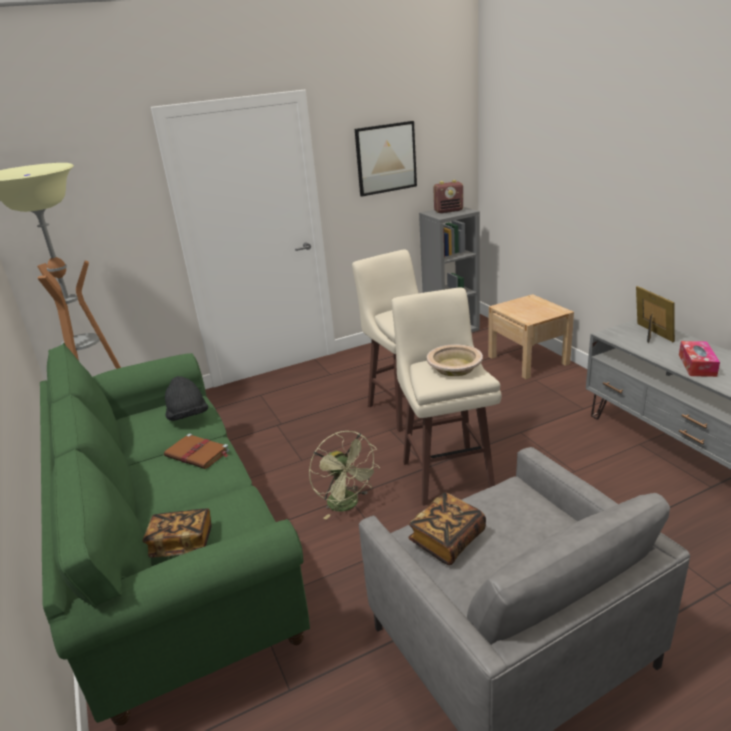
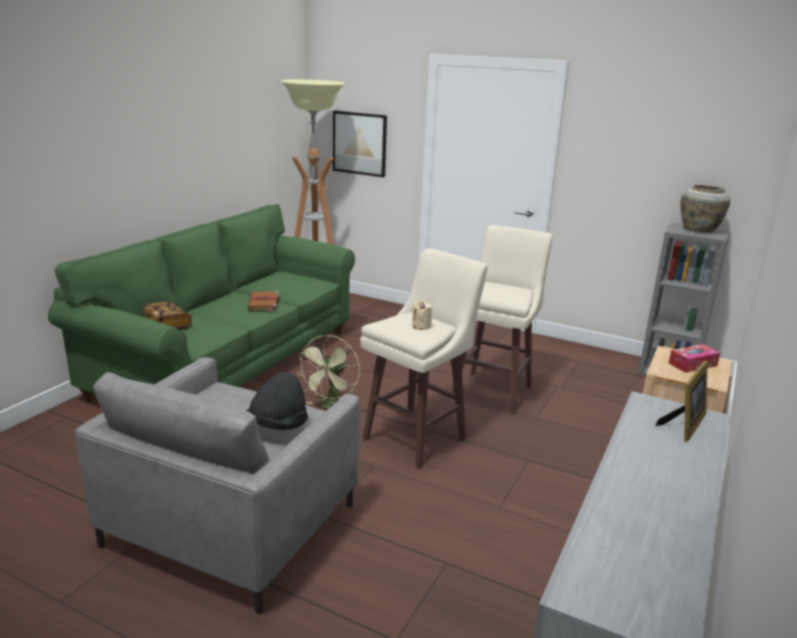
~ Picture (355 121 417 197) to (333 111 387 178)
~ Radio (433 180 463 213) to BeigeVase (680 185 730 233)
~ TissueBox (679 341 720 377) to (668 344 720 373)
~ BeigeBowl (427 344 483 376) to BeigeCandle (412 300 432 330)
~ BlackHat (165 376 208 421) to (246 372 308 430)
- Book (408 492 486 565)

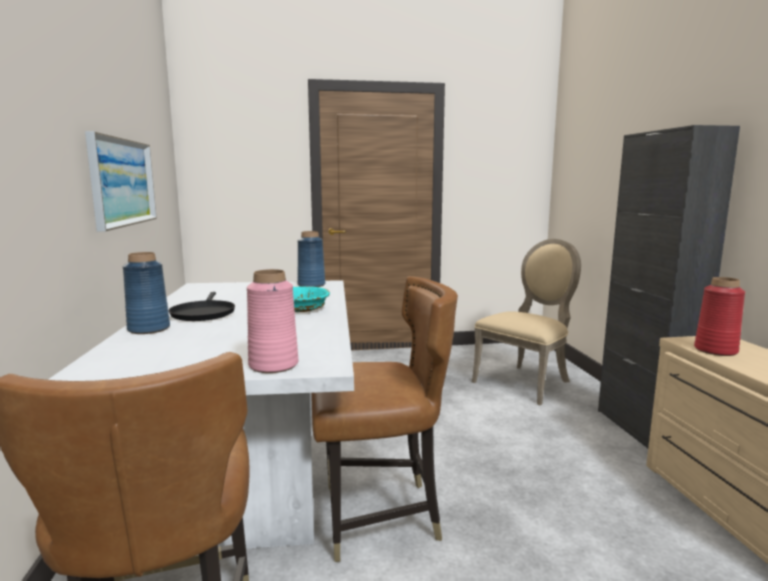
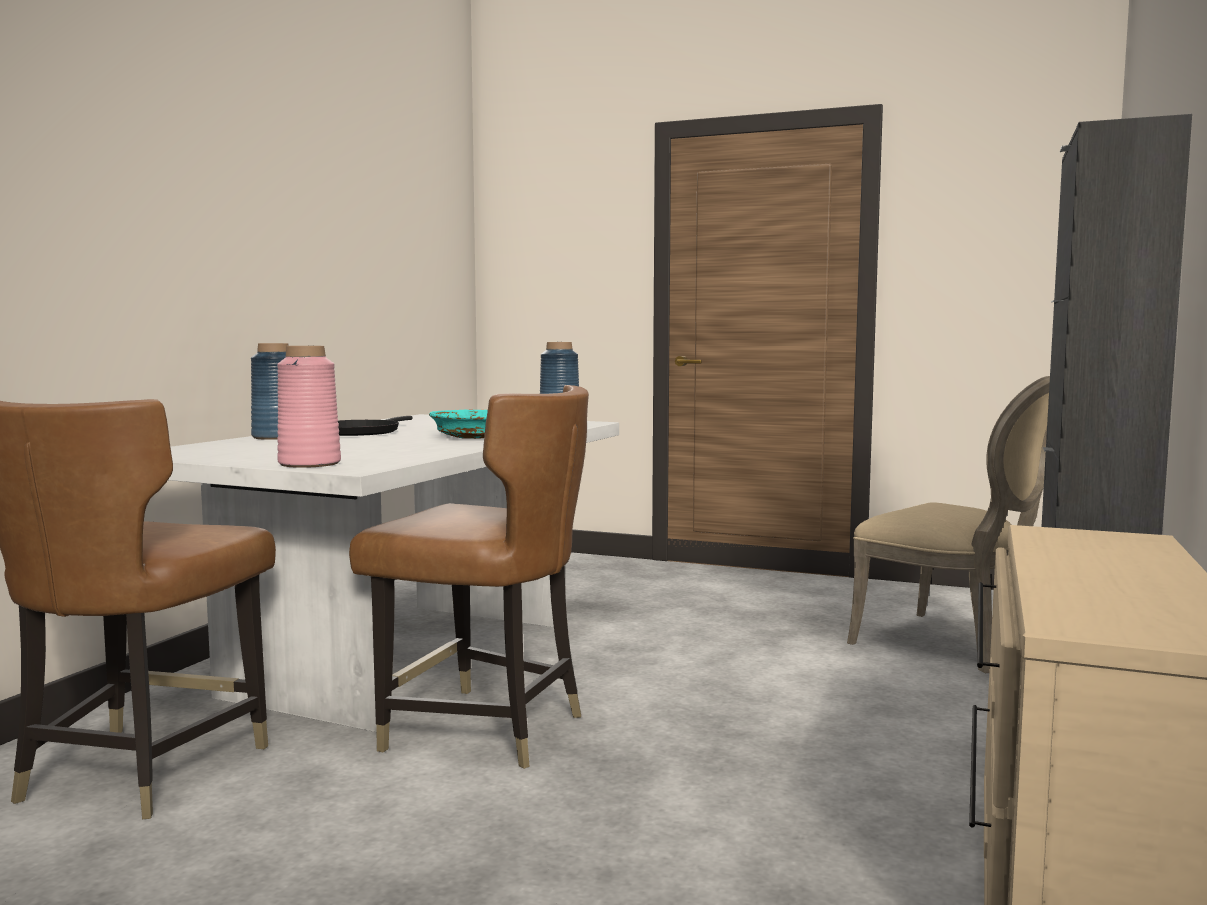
- Picture (85 131 157 232)
~ BeigeChair (472 239 581 406) = (847 376 1050 673) 60 degrees clockwise
- RedVase (694 277 745 356)

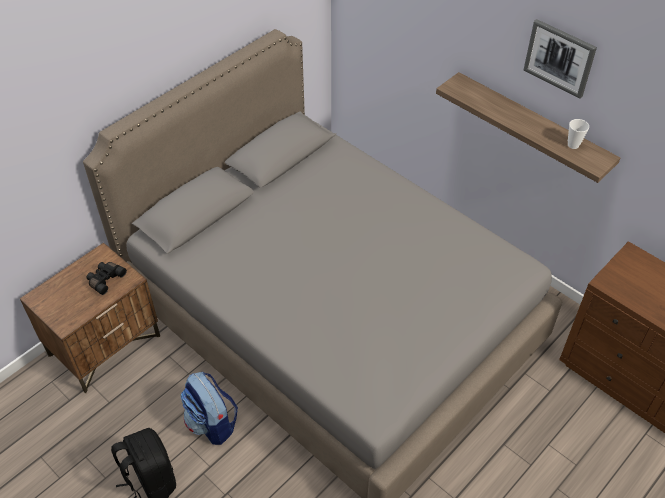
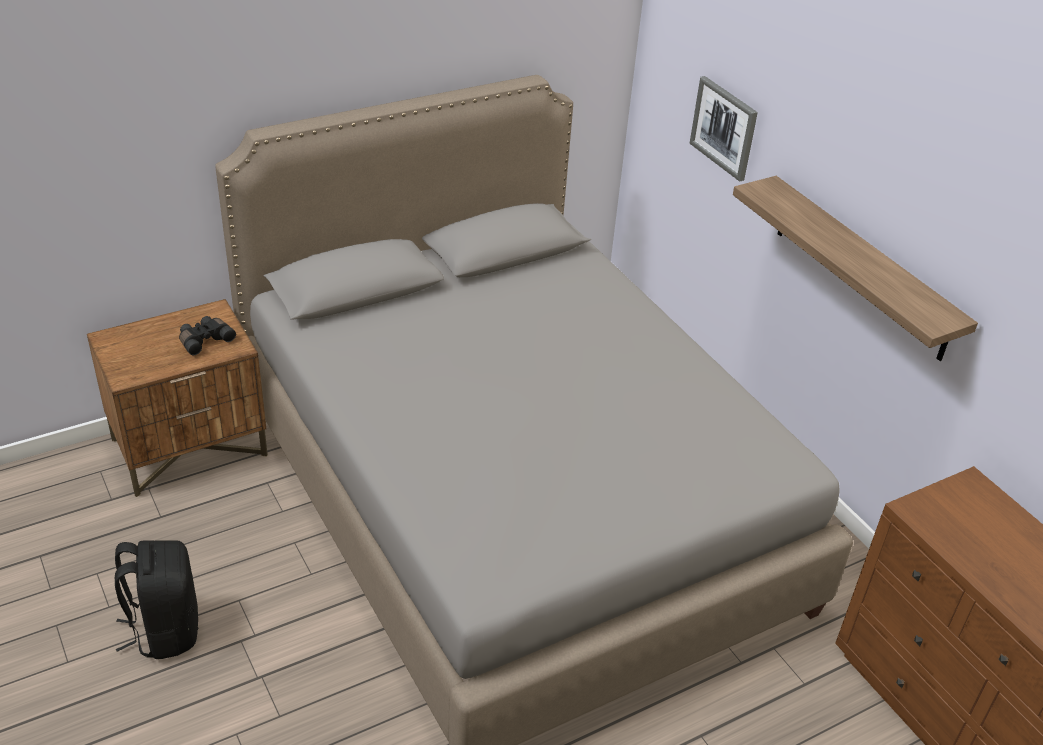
~ Picture (524 19 597 99) to (690 76 758 182)
- Cup (568 119 589 149)
- Backpack (180 372 238 445)

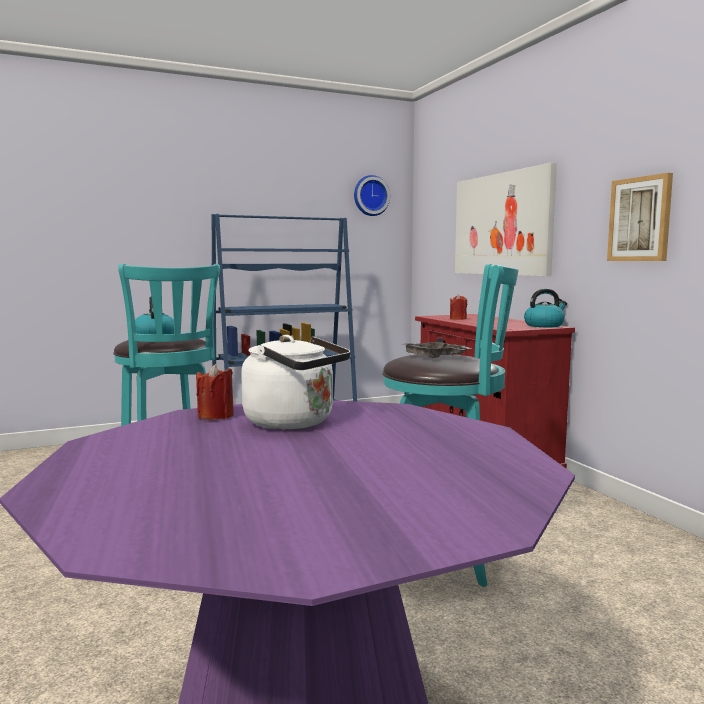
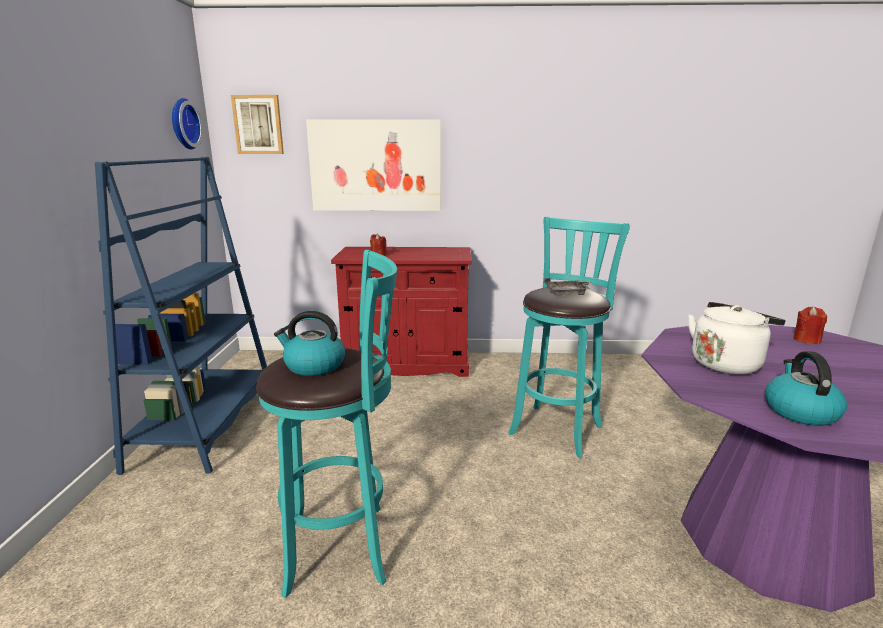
~ Picture (607 173 673 261) to (231 95 284 154)
~ Kettle (524 289 567 327) to (765 351 847 426)
~ RedCandle (196 364 234 420) to (793 307 827 344)

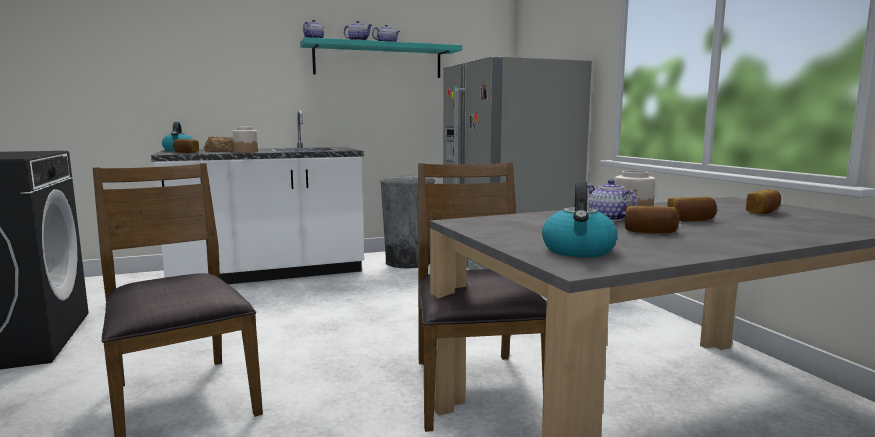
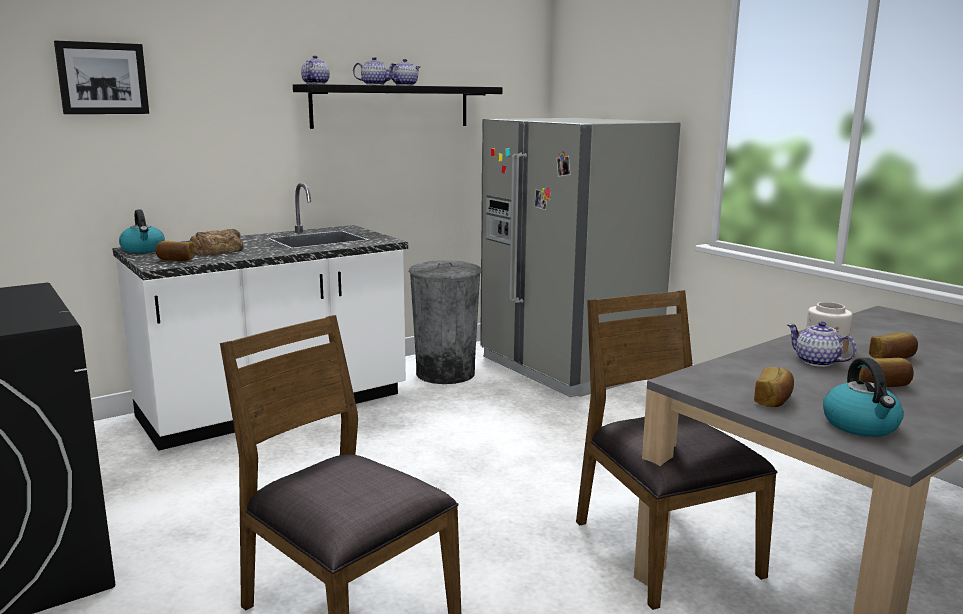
~ TurquoiseShelf (300 37 462 78) to BlackShelf (293 84 502 129)
- Jar (233 127 258 153)
~ Bread (746 190 781 214) to (754 367 794 407)
+ Picture (54 40 149 114)

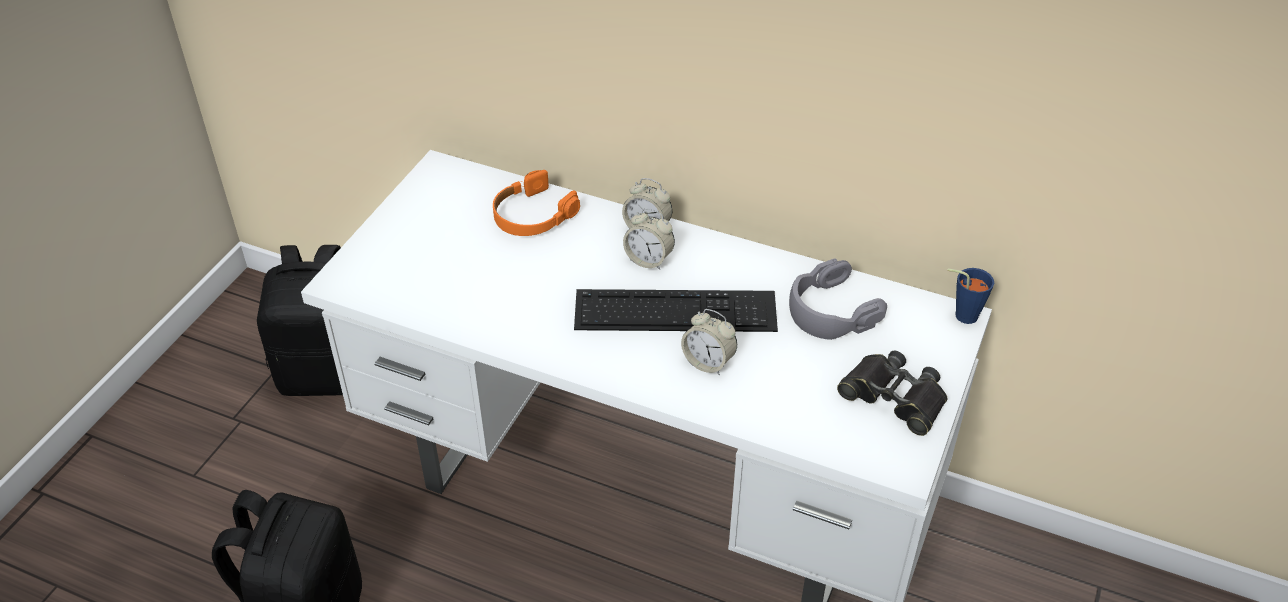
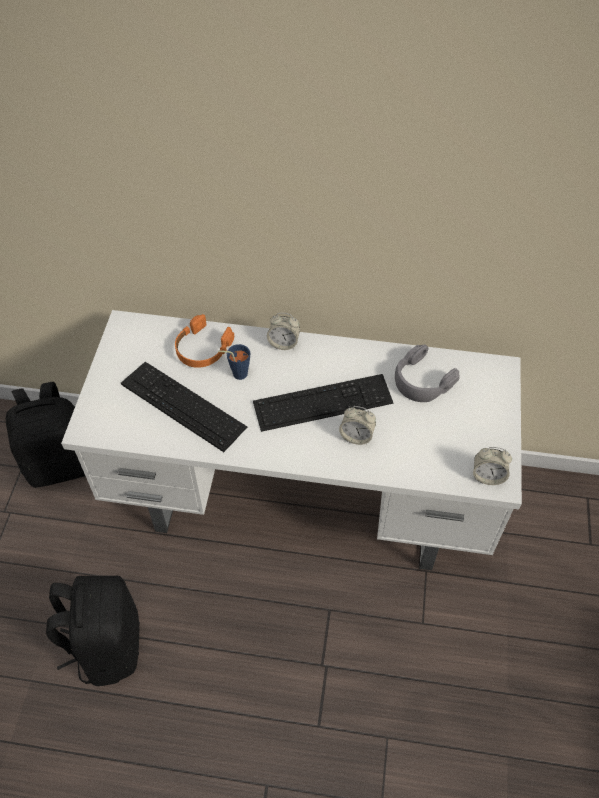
~ AlarmClock (623 208 675 270) to (473 447 512 485)
~ BlueCup (948 268 994 324) to (218 344 250 380)
- BlackBinoculars (837 351 948 436)
+ Keyboard (121 362 247 452)

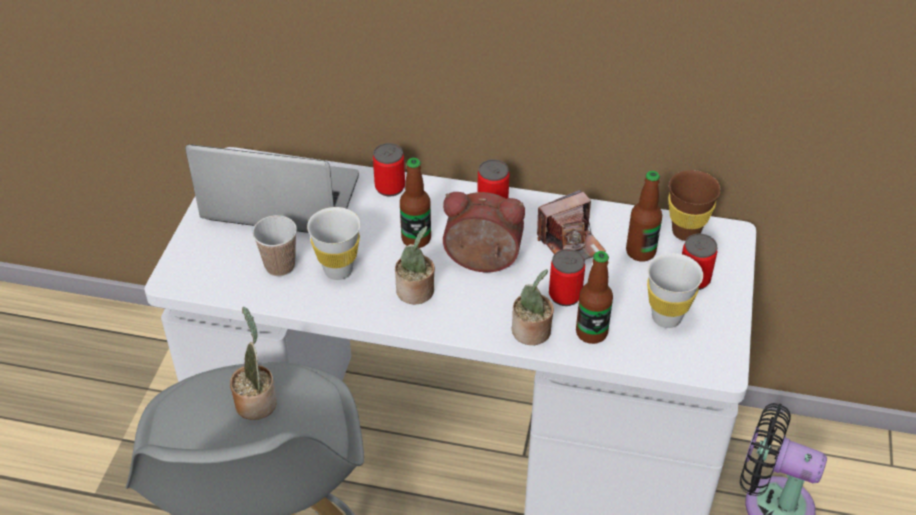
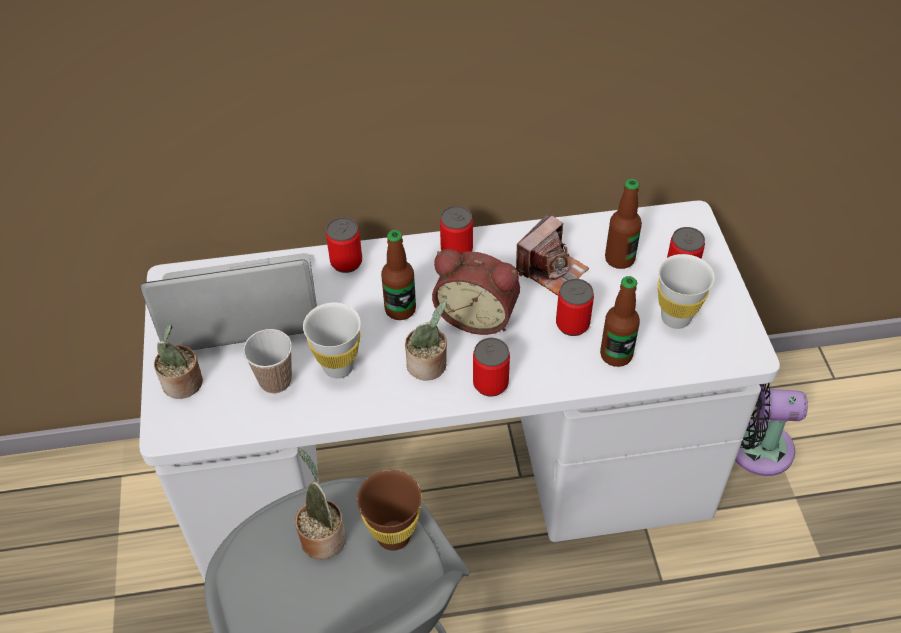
~ BrownCup (668 170 721 241) to (357 470 422 551)
~ AlarmClock (443 192 525 272) = (432 249 520 335) 150 degrees counterclockwise
~ PottedPlant (512 269 554 345) to (154 324 203 399)
+ Can (473 338 510 397)

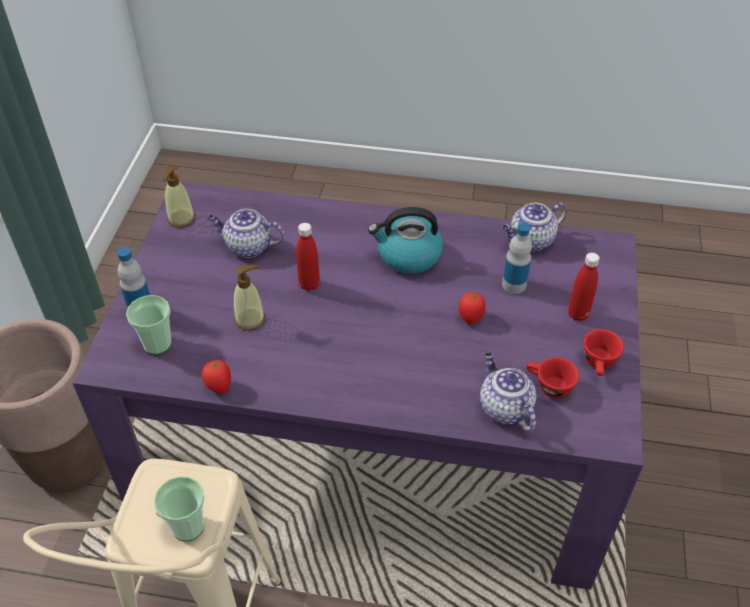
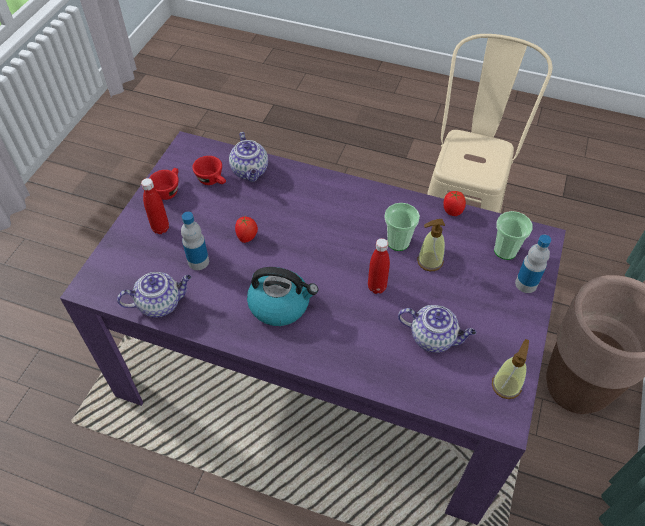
~ Cup (154 476 205 541) to (385 203 420 251)

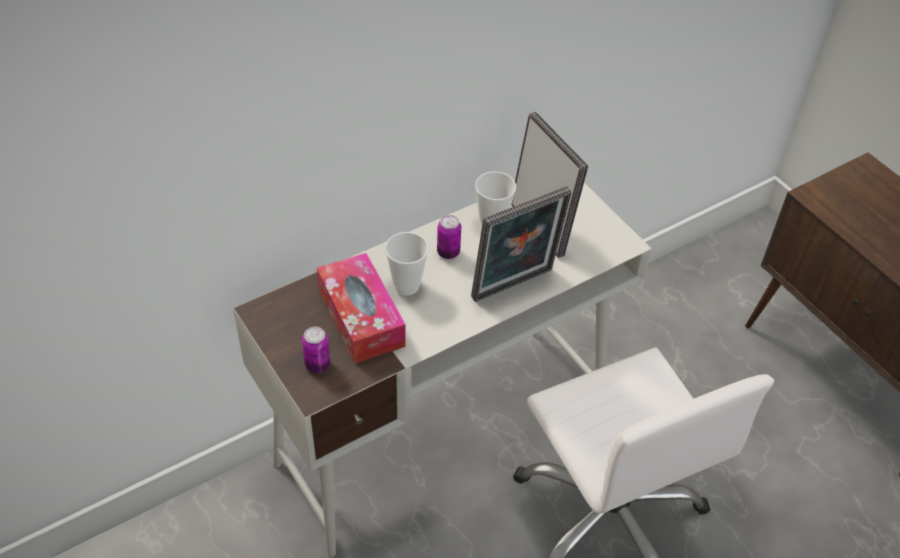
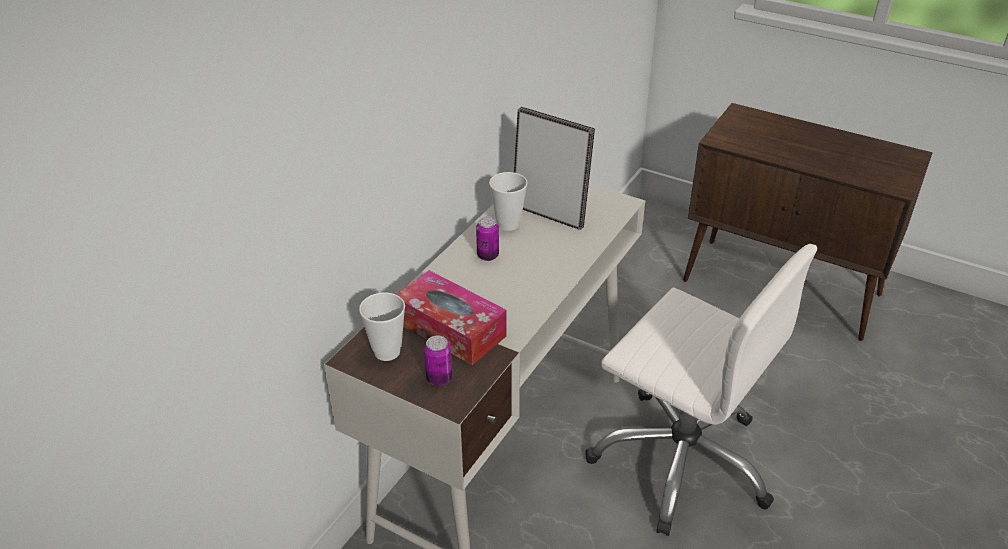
- PictureFrame (471 186 572 302)
~ Cup (385 232 429 295) to (359 293 405 361)

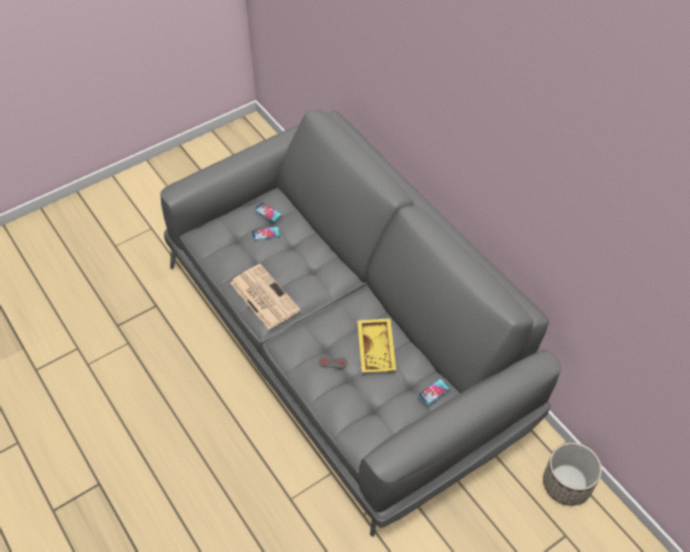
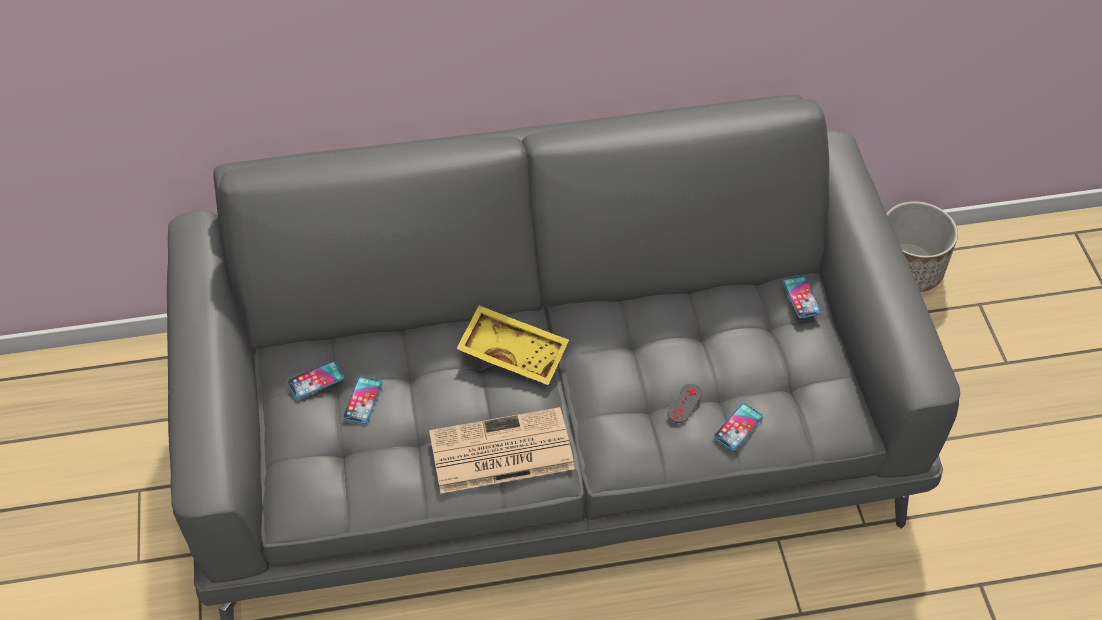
~ YellowTray (357 318 396 373) to (456 305 569 385)
+ Phone (713 403 763 451)

